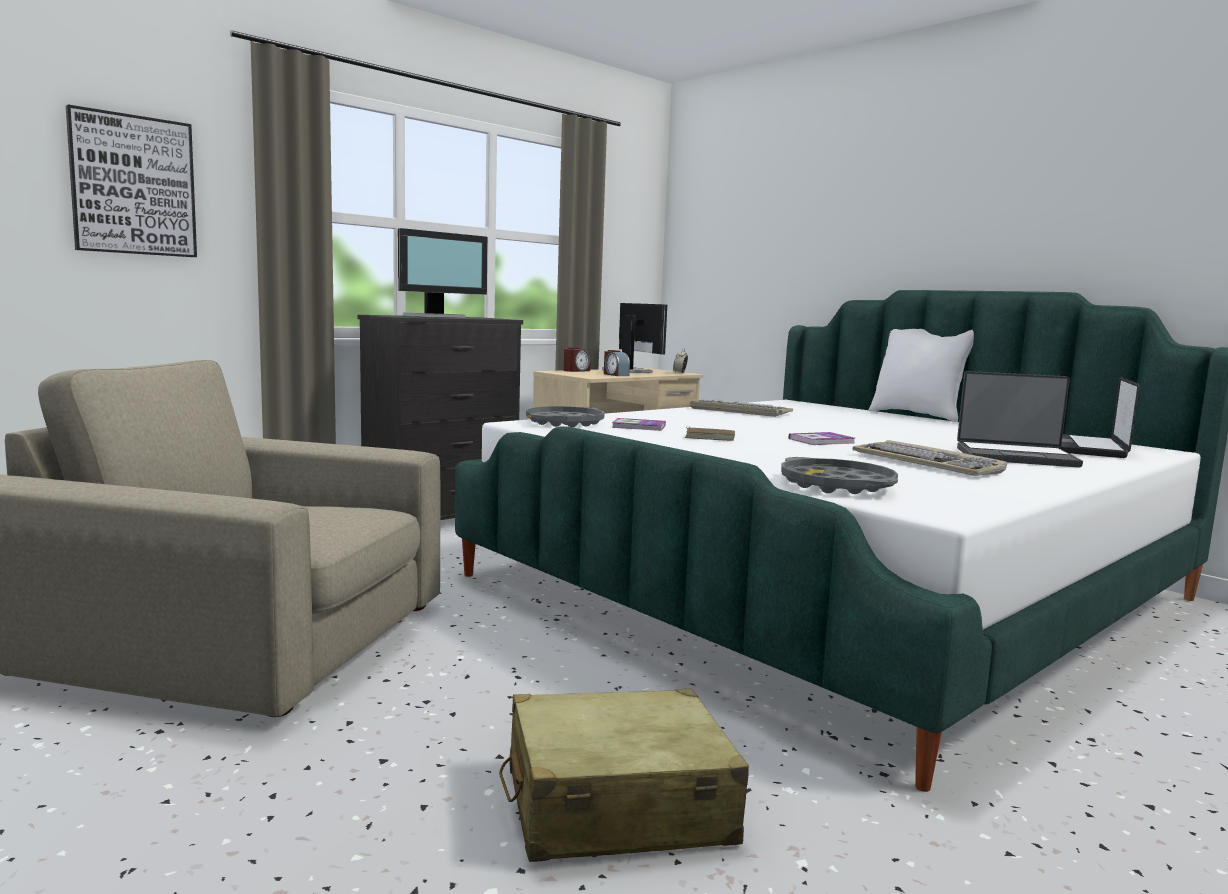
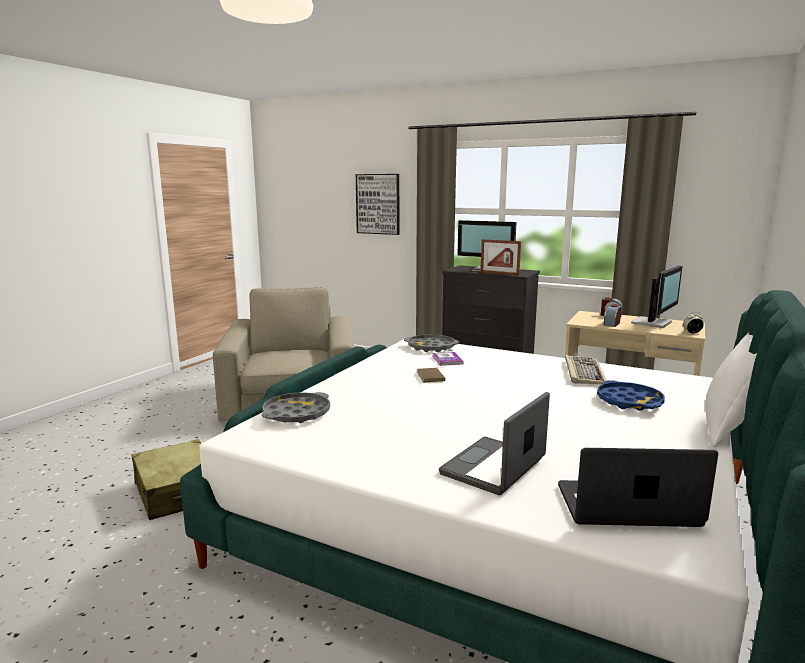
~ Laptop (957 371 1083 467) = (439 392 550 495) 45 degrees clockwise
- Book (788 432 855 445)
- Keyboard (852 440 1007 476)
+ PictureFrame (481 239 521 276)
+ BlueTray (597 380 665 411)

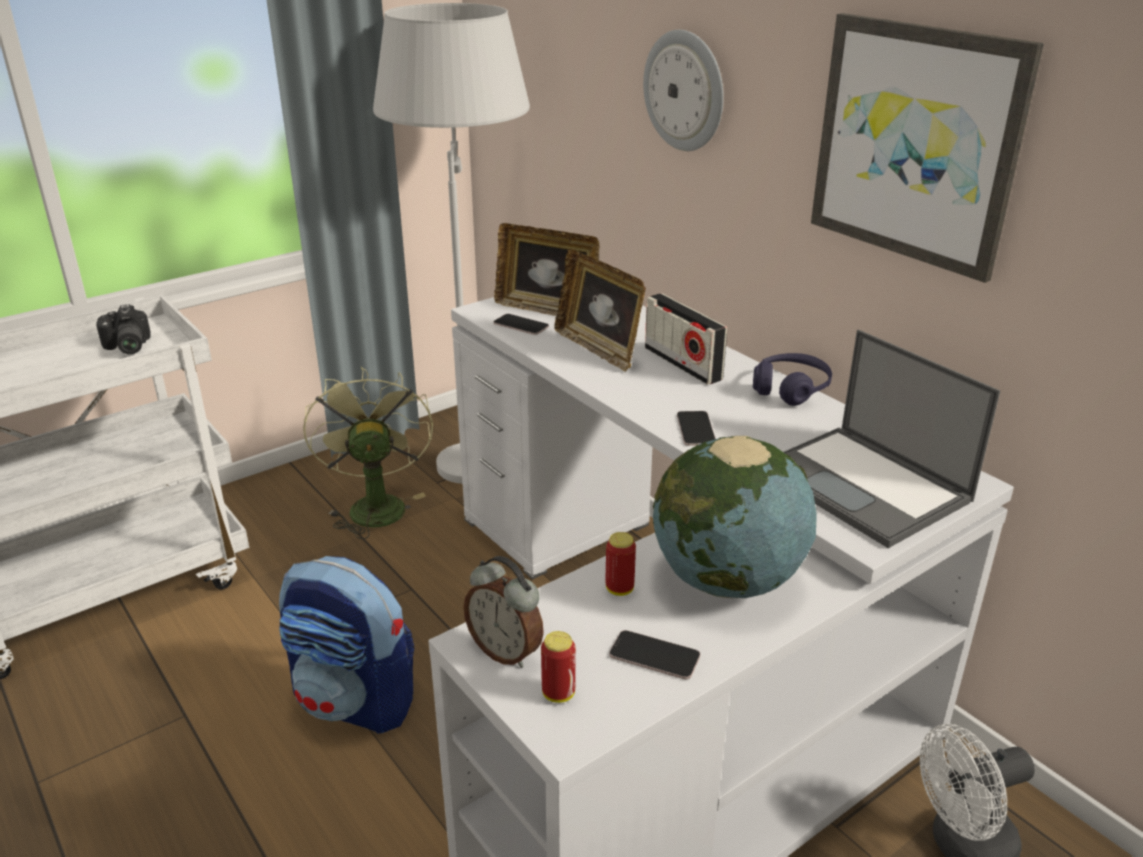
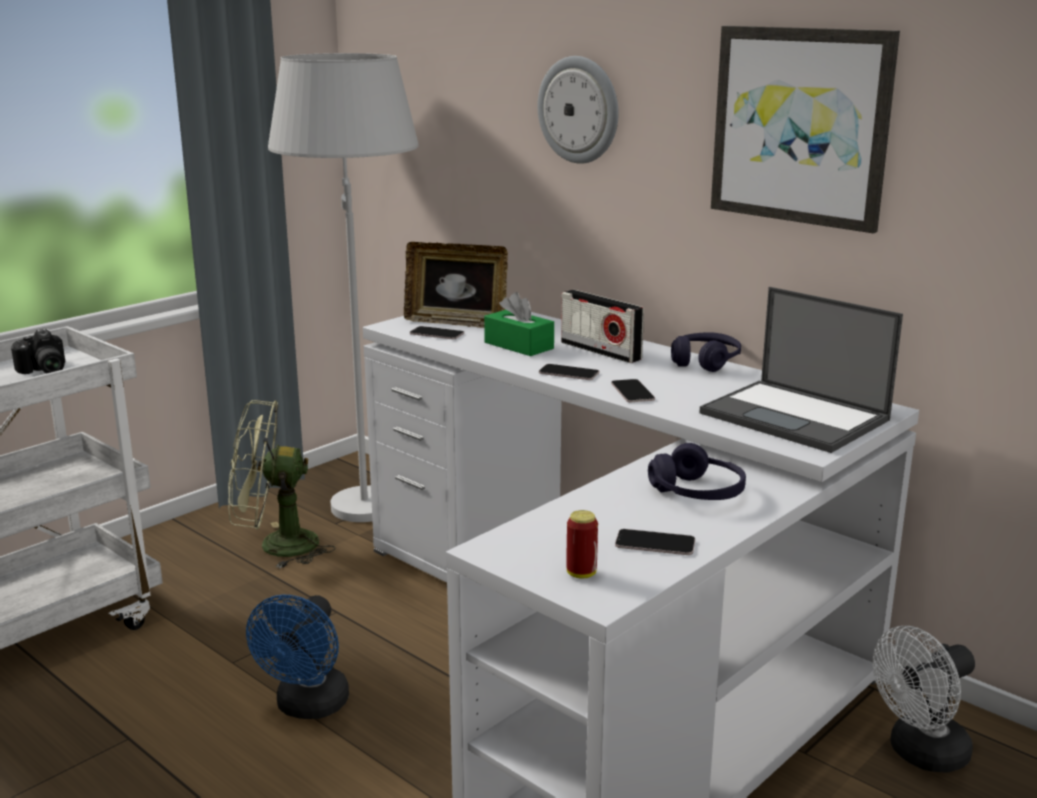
~ PictureFrame (554 249 646 372) to GreenTissueBox (484 292 554 356)
~ GreenFan (303 367 433 539) = (228 400 336 569) 75 degrees counterclockwise
~ Globe (653 436 817 598) to PurpleHeadphones (648 443 746 500)
- Can (606 532 636 596)
~ Backpack (279 556 414 734) to BlueFan (246 594 349 719)
- AlarmClock (464 556 544 668)
+ Phone (539 364 599 380)

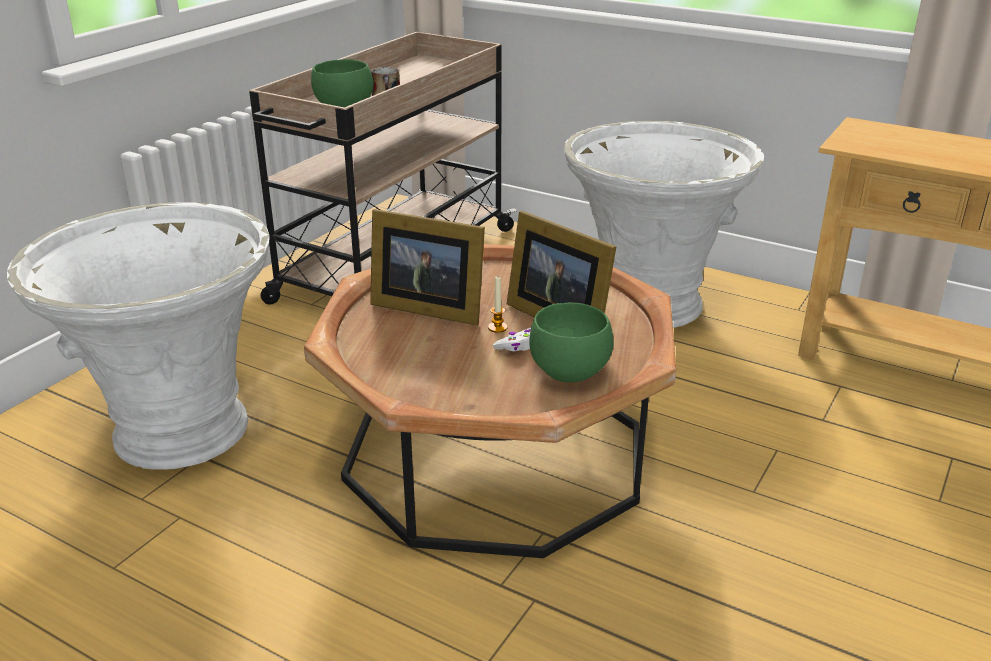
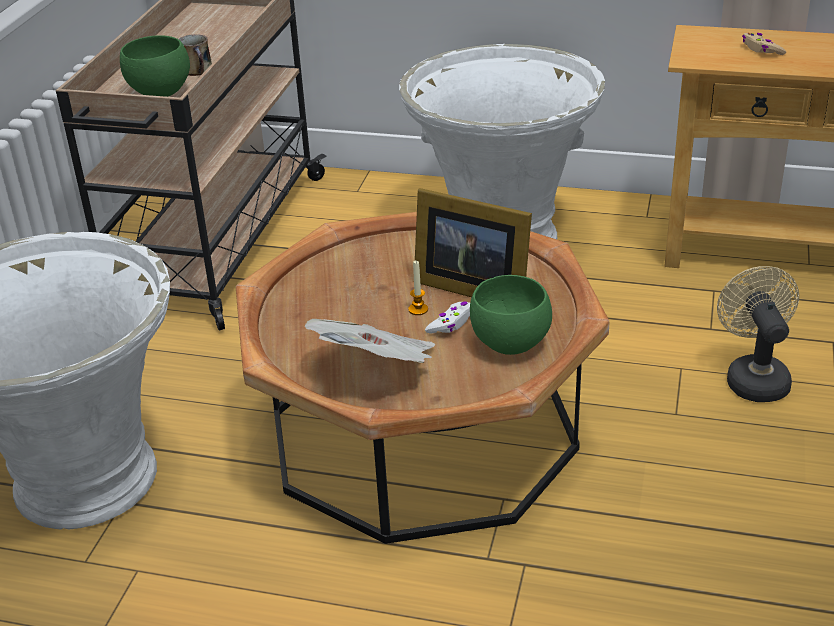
- PictureFrame (370 209 485 326)
+ BeigeGameController (742 33 786 55)
+ BeigeFan (717 266 799 402)
+ Newspaper (305 319 436 363)

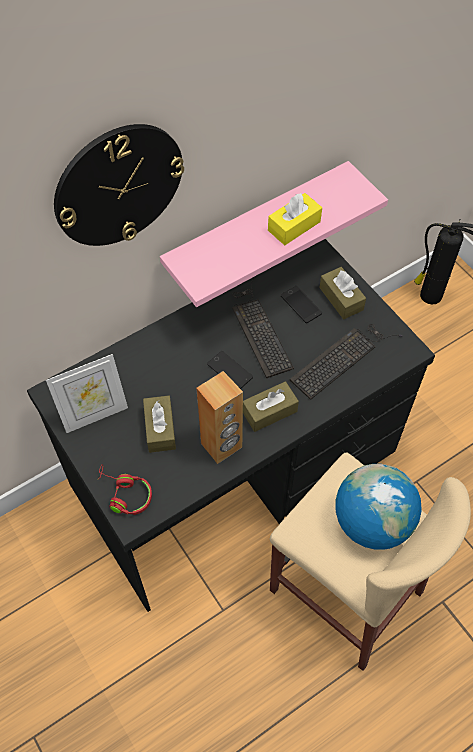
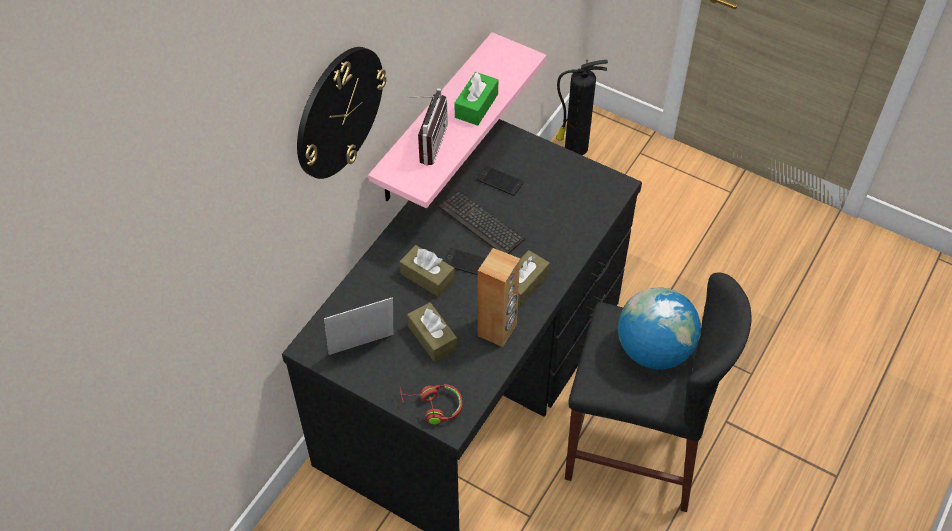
~ YellowTissueBox (268 193 322 245) to GreenTissueBox (454 72 498 126)
~ BrownTissueBox (320 267 366 319) to (400 245 455 297)
- Keyboard (290 324 403 400)
~ PictureFrame (46 354 128 433) = (324 297 393 355) 150 degrees counterclockwise
~ BeigeStool (270 453 471 671) to BlackStool (565 273 751 512)
+ Radio (407 88 448 166)

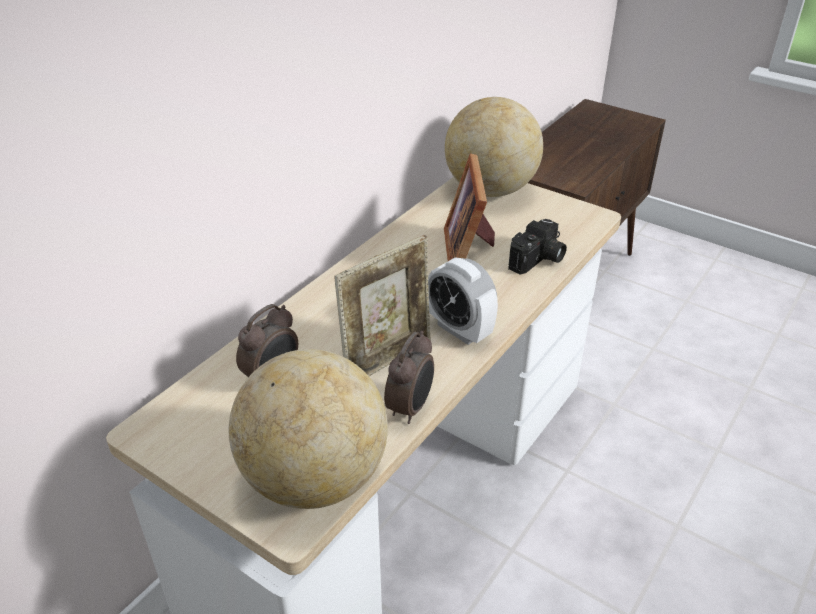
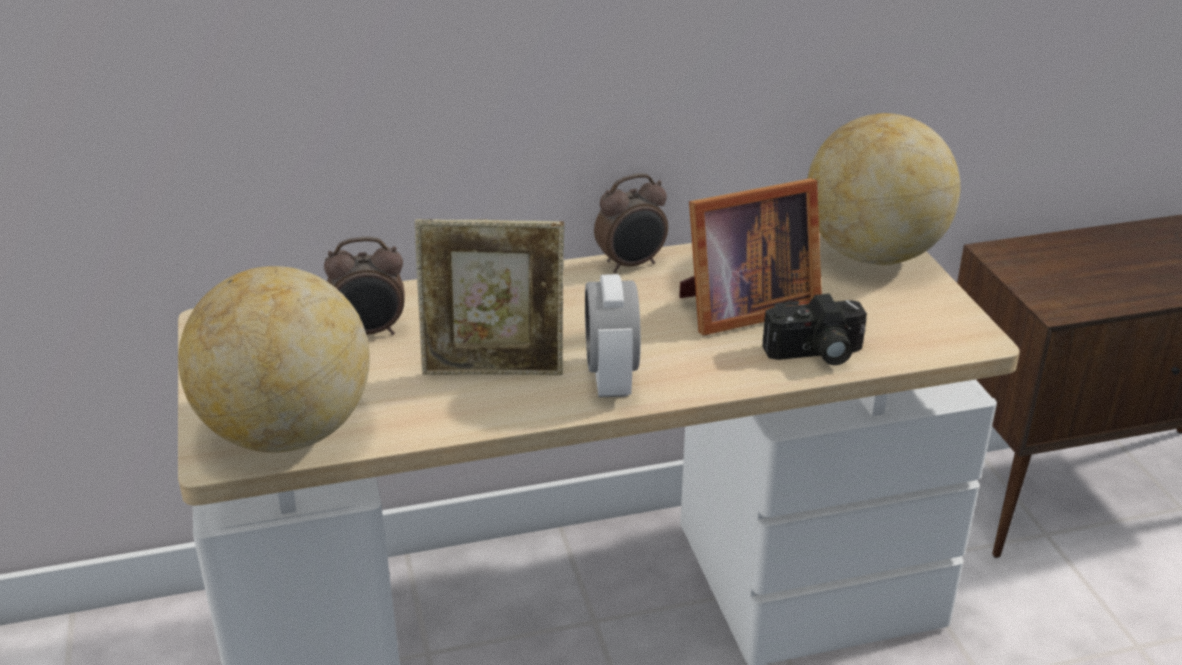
~ PictureFrame (444 153 495 261) = (679 178 822 336) 150 degrees counterclockwise
~ AlarmClock (384 331 434 424) to (594 173 668 273)

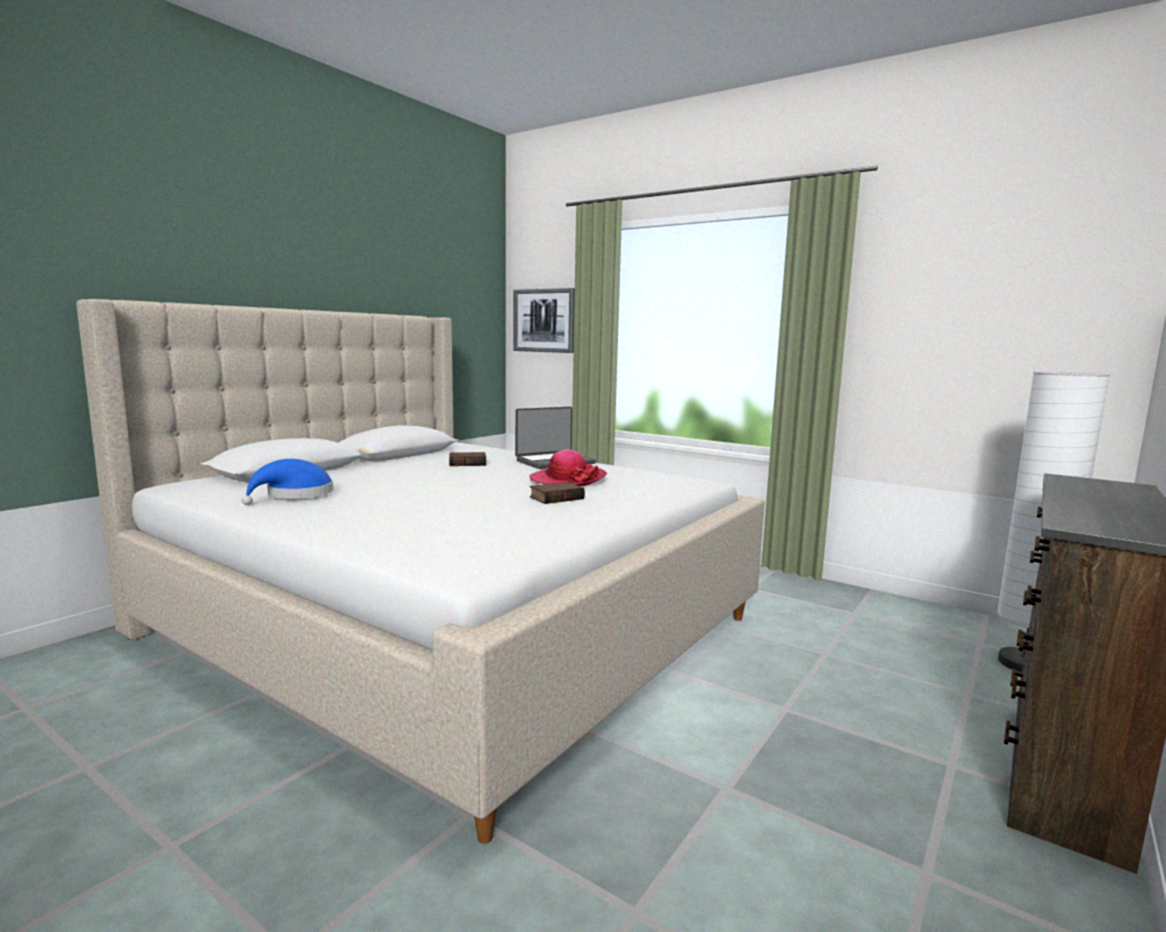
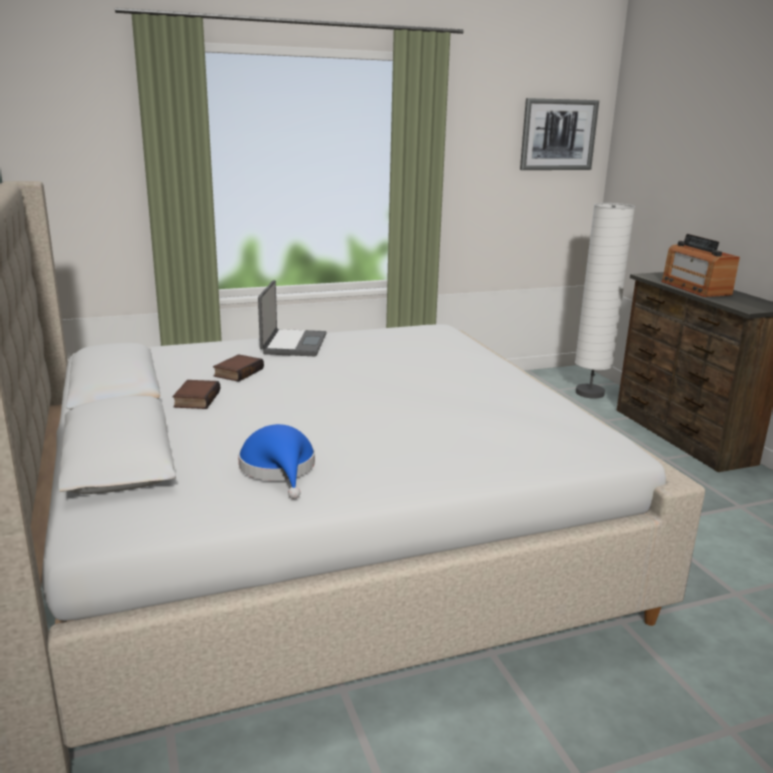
~ Picture (513 288 575 353) to (520 98 599 170)
- Hat (529 449 607 486)
~ Book (530 482 585 504) to (172 380 220 409)
+ Radio (661 234 740 297)

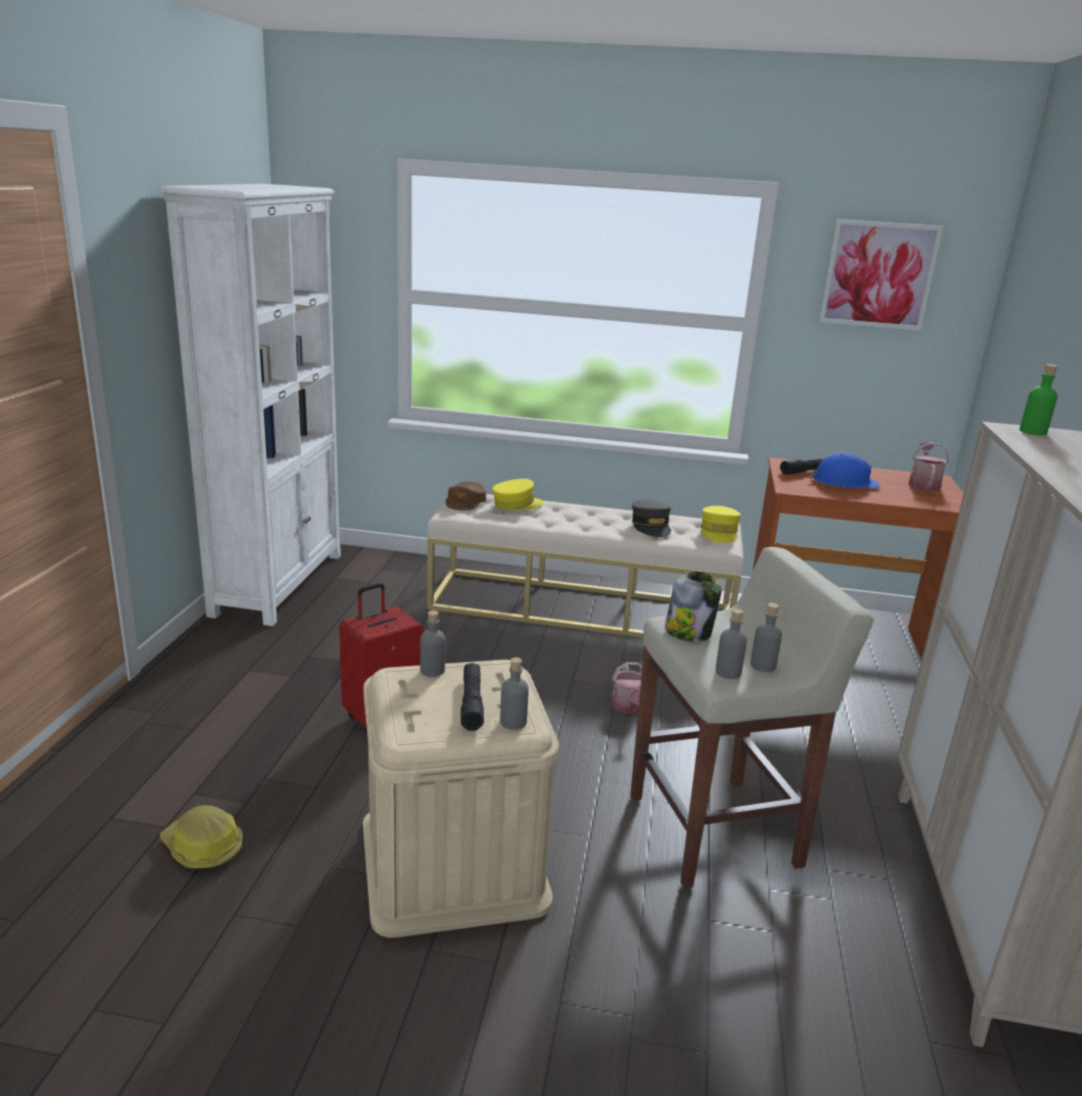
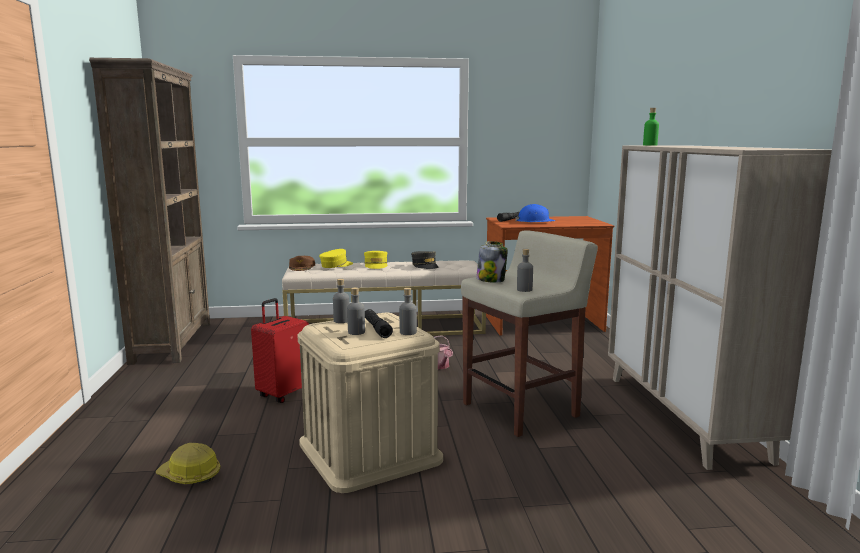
~ WhiteBookcase (161 184 341 626) to BrownBookcase (89 58 210 365)
- Picture (819 219 944 331)
- WateringCan (908 442 949 492)
~ YellowCap (701 506 741 543) to (364 251 388 269)
~ GreyBottle (751 603 782 672) to (347 287 365 335)

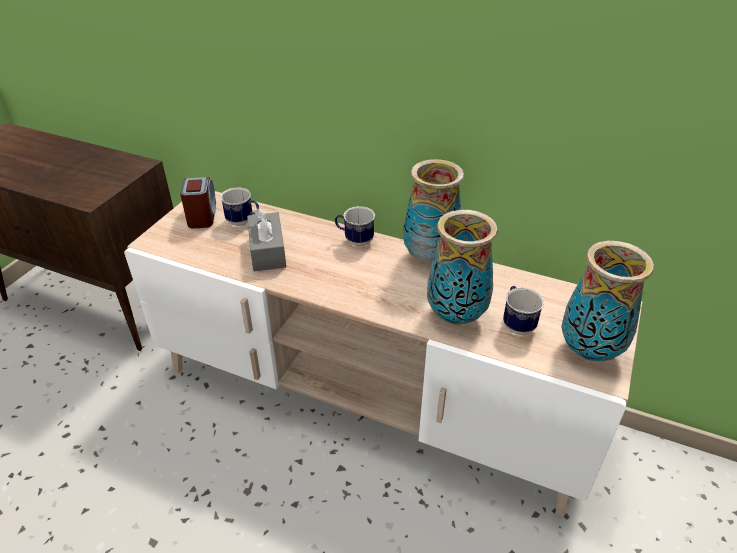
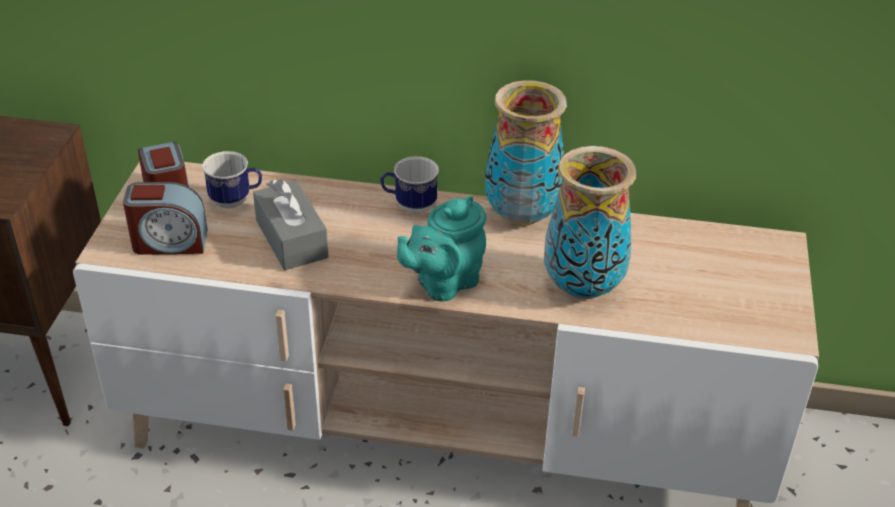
- Vase (561 241 654 361)
- Mug (503 286 544 335)
+ AlarmClock (123 182 207 255)
+ TurquoiseTeapot (397 196 486 301)

